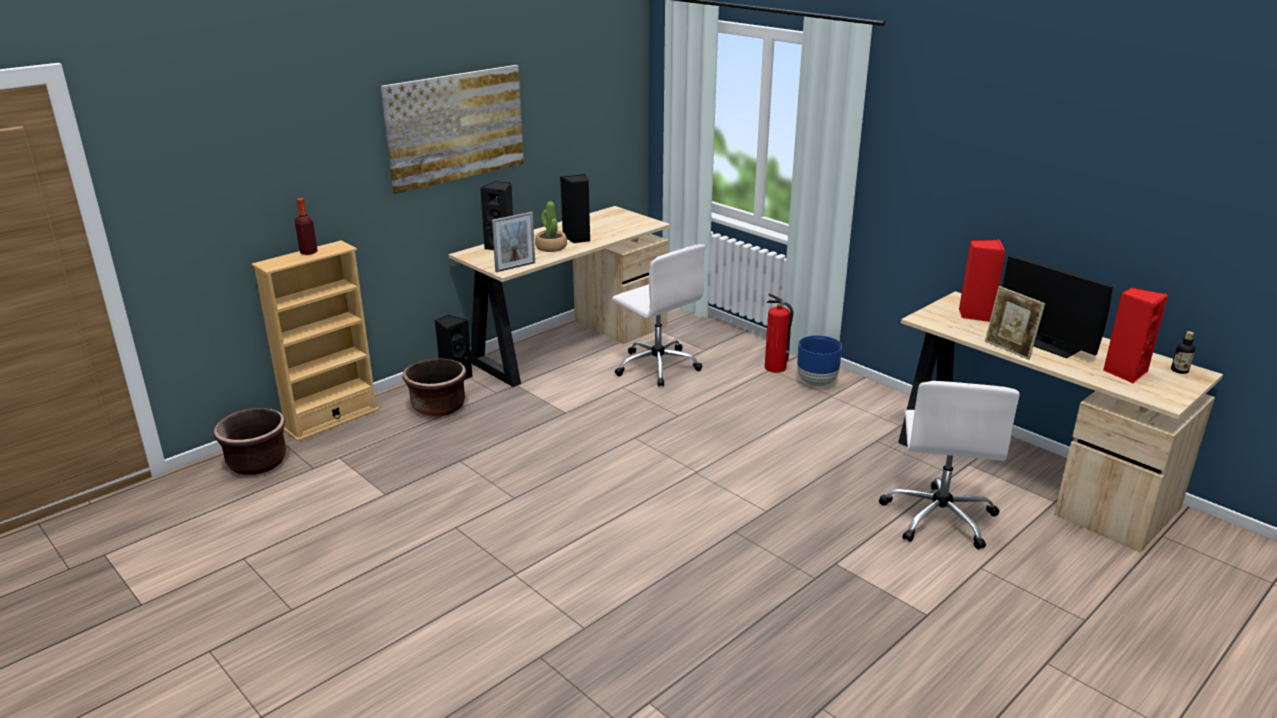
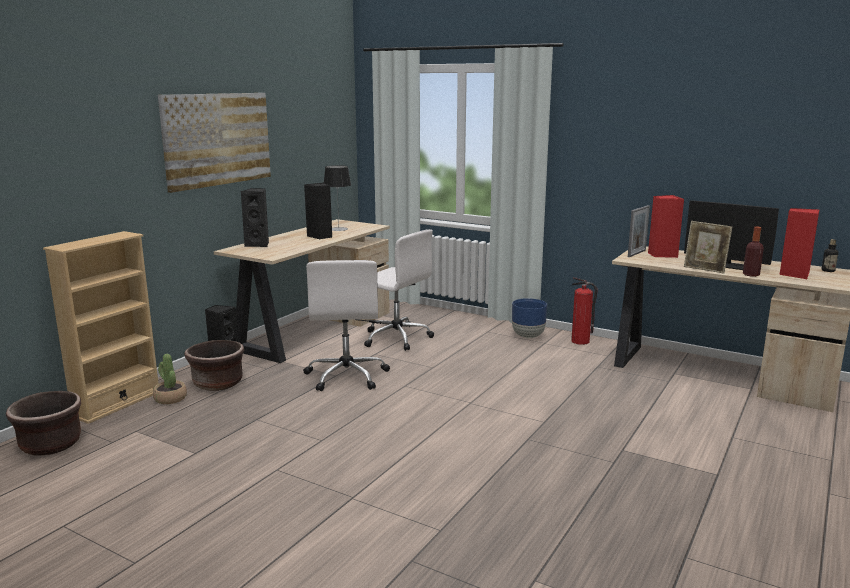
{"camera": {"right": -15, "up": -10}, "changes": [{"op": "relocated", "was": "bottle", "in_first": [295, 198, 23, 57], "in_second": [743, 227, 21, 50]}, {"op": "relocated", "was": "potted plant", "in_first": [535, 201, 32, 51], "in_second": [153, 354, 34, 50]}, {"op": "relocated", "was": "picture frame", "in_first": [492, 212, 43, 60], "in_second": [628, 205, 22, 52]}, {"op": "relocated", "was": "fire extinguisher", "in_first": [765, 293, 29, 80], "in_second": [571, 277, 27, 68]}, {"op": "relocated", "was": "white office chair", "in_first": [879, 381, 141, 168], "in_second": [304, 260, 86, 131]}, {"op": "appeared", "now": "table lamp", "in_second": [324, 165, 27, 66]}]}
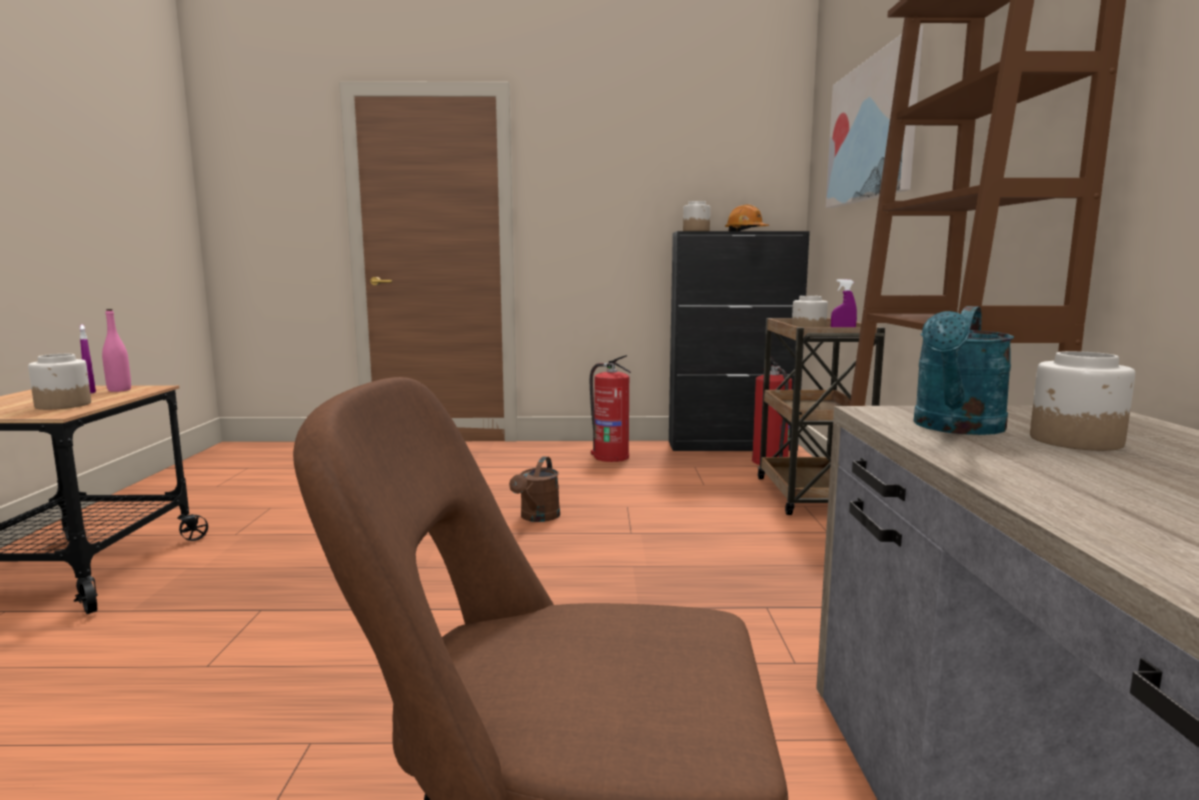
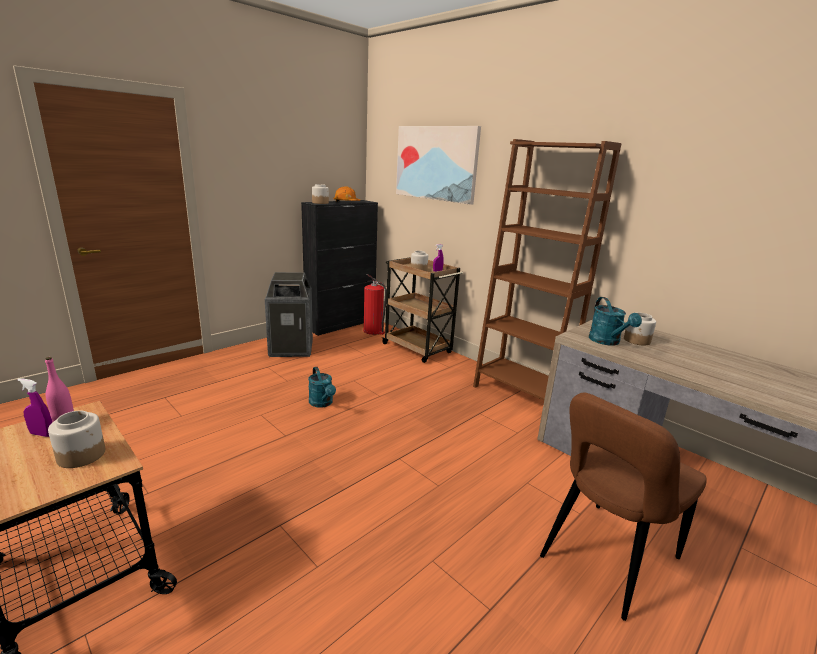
{"camera": {"right": -45, "up": 10}, "changes": [{"op": "exchanged", "was": "fire extinguisher", "now": "trash can", "in_first": [590, 355, 41, 107], "in_second": [265, 272, 48, 85]}, {"op": "colour", "was": "brown watering can", "now": "turquoise watering can", "in_first": [509, 456, 51, 66], "in_second": [308, 367, 28, 40]}]}
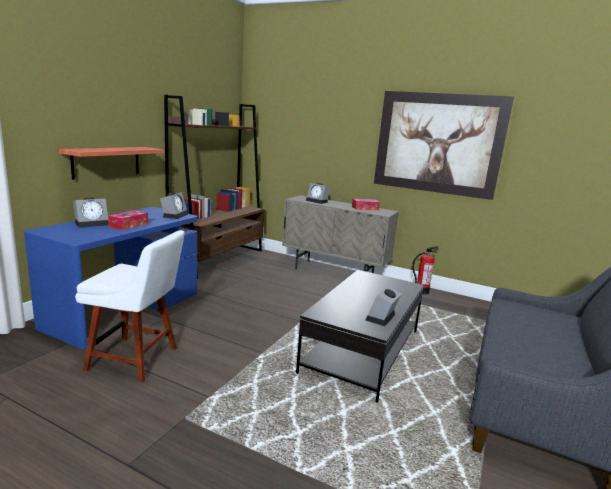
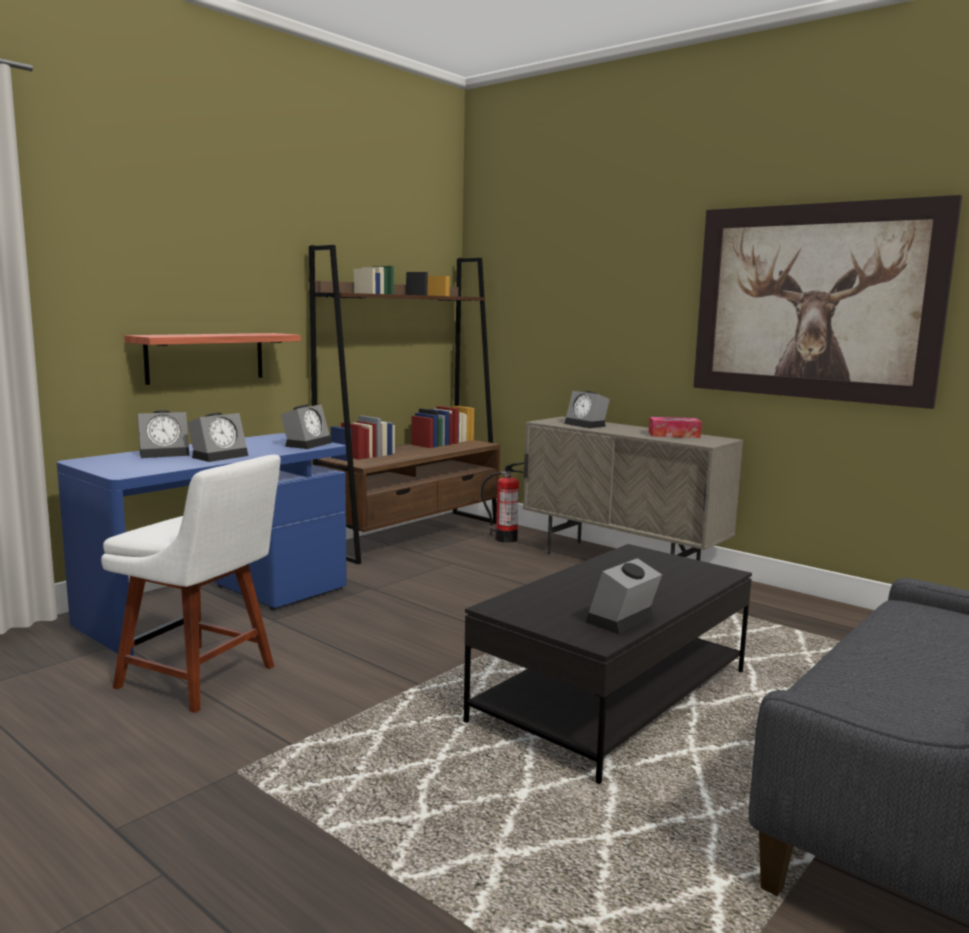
{"camera": {"right": 15, "up": -5}, "changes": [{"op": "exchanged", "was": "tissue box", "now": "alarm clock", "in_first": [108, 210, 40, 20], "in_second": [187, 412, 61, 50]}, {"op": "relocated", "was": "fire extinguisher", "in_first": [412, 246, 26, 48], "in_second": [480, 462, 44, 81]}]}
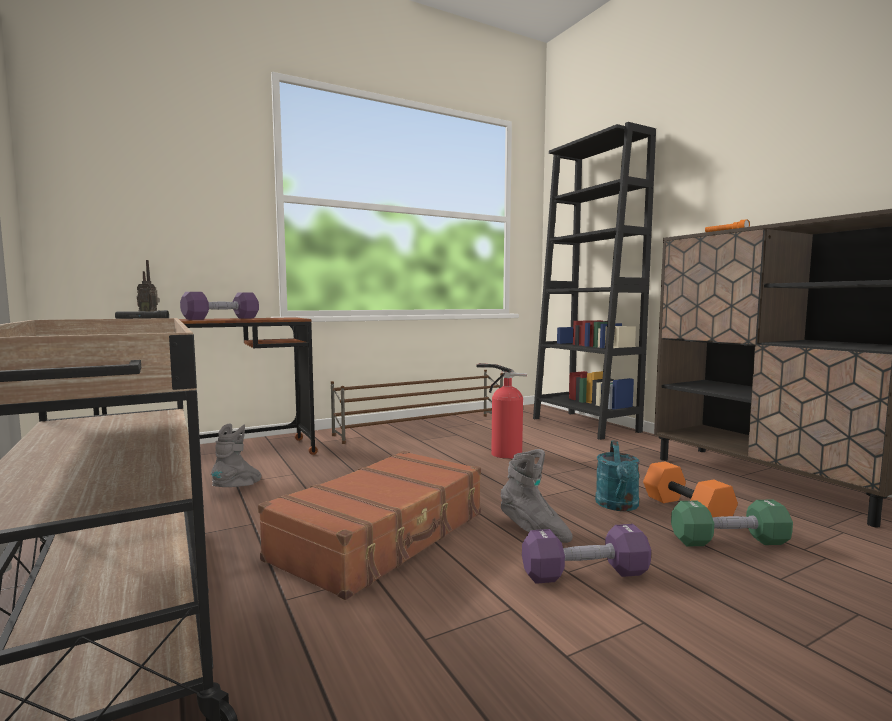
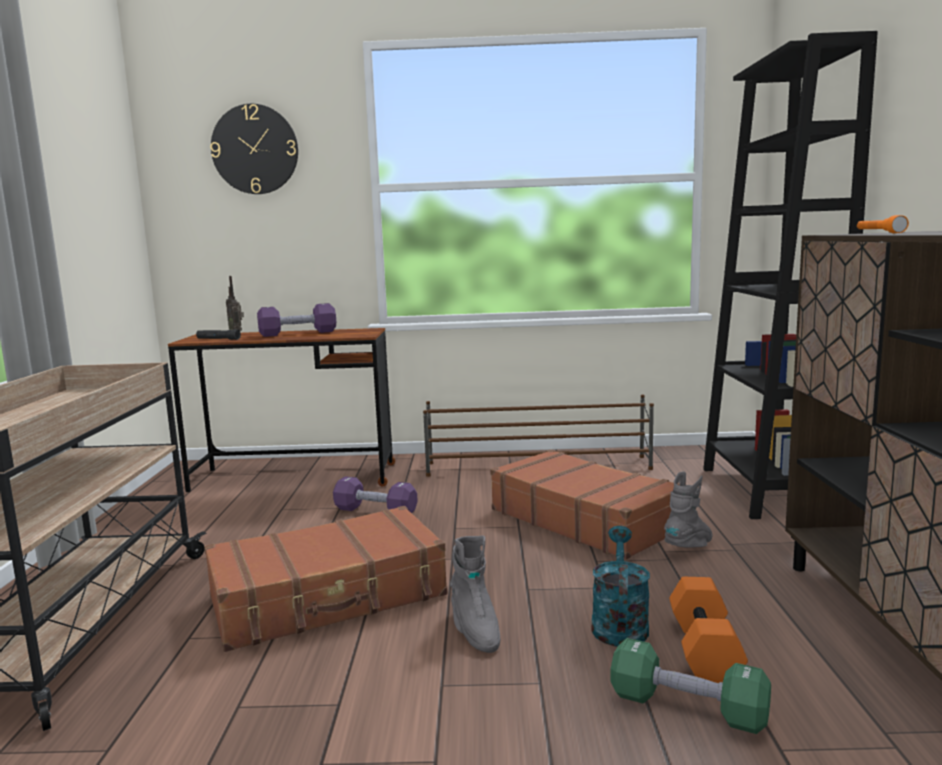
{"camera": {"right": 30, "up": 5}, "changes": [{"op": "exchanged", "was": "fire extinguisher", "now": "brown suitcase", "in_first": [477, 363, 50, 96], "in_second": [490, 450, 190, 110]}, {"op": "relocated", "was": "grey boot", "in_first": [211, 424, 50, 63], "in_second": [664, 471, 48, 77]}, {"op": "spun", "was": "turquoise watering can", "in_first": [595, 441, 45, 70], "in_second": [592, 526, 58, 121], "clockwise": 150}, {"op": "relocated", "was": "purple dumbbell", "in_first": [522, 524, 129, 60], "in_second": [333, 476, 85, 37]}, {"op": "appeared", "now": "wall clock", "in_second": [210, 104, 88, 90]}]}
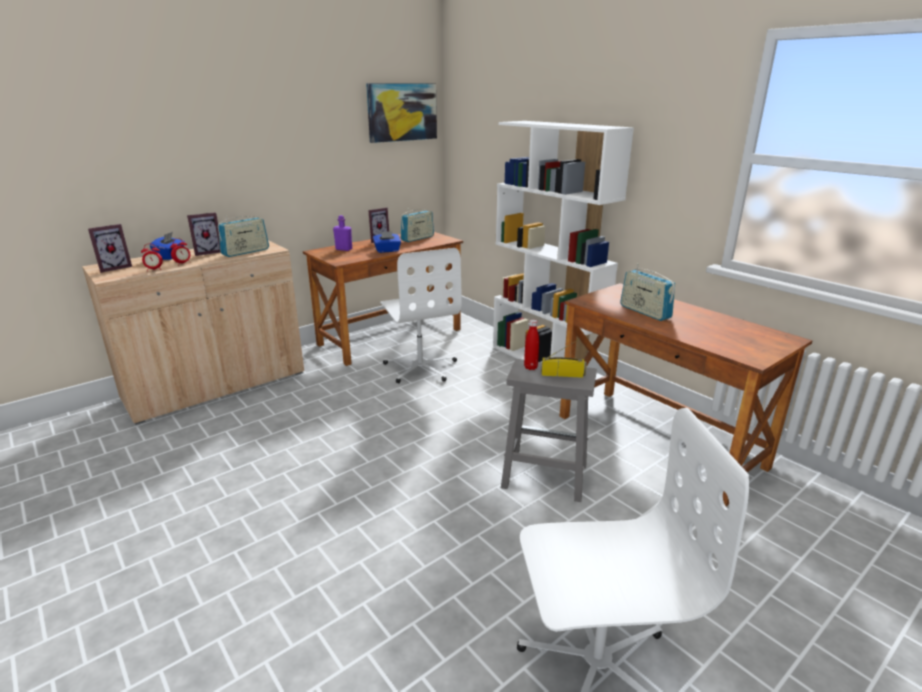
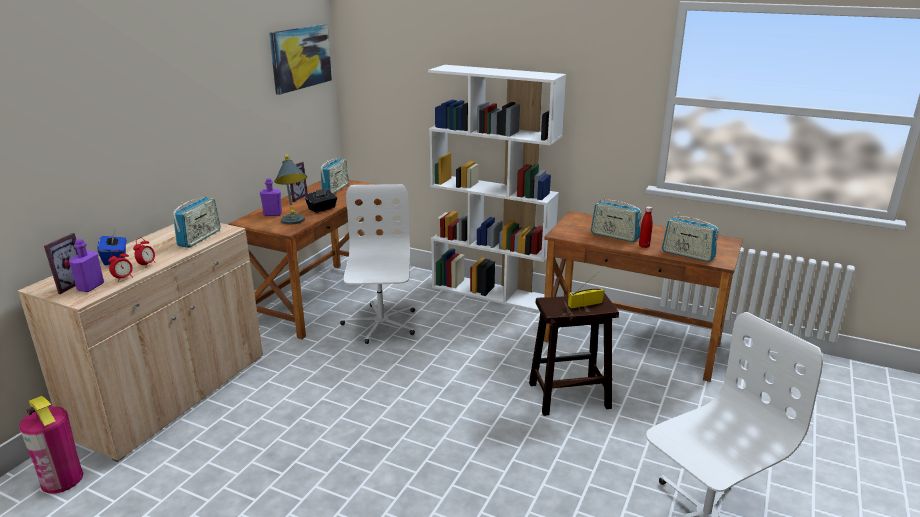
{"camera": {"right": -25, "up": 0}, "changes": [{"op": "missing", "was": "picture frame", "in_first": [187, 212, 34, 44]}, {"op": "colour", "was": "blue tissue box", "now": "black tissue box", "in_first": [373, 231, 28, 22], "in_second": [305, 188, 32, 25]}, {"op": "spun", "was": "white office chair", "in_first": [380, 248, 82, 136], "in_second": [340, 184, 75, 160], "clockwise": -135}, {"op": "relocated", "was": "red bottle", "in_first": [524, 319, 15, 51], "in_second": [639, 206, 14, 42]}, {"op": "colour", "was": "grey stool", "now": "brown stool", "in_first": [501, 359, 96, 143], "in_second": [529, 294, 90, 122]}, {"op": "appeared", "now": "grey table lamp", "in_second": [274, 154, 33, 70]}, {"op": "appeared", "now": "radio", "in_second": [662, 212, 57, 50]}, {"op": "appeared", "now": "purple bottle", "in_second": [69, 239, 35, 53]}, {"op": "appeared", "now": "fire extinguisher", "in_second": [19, 396, 64, 98]}]}
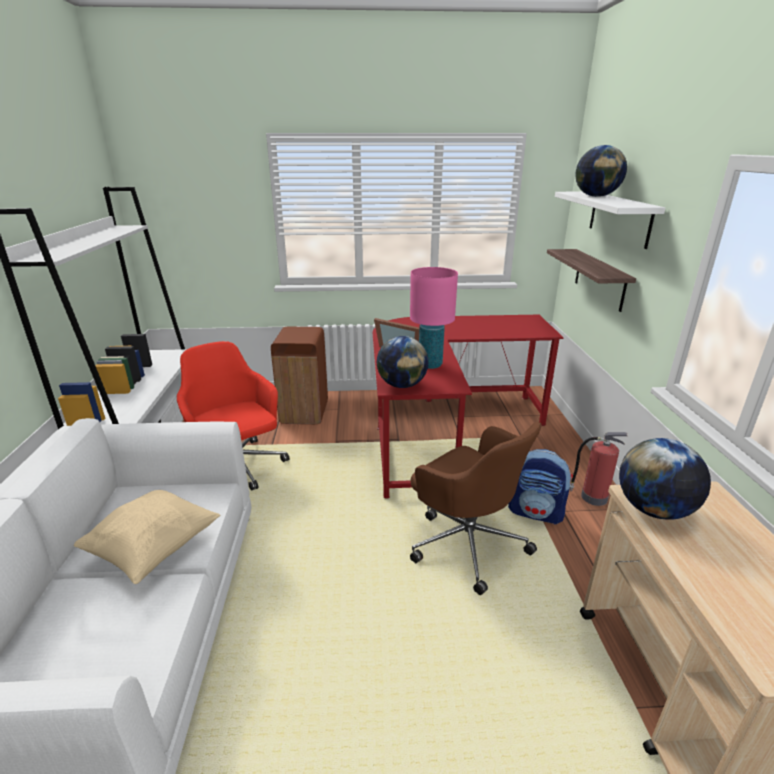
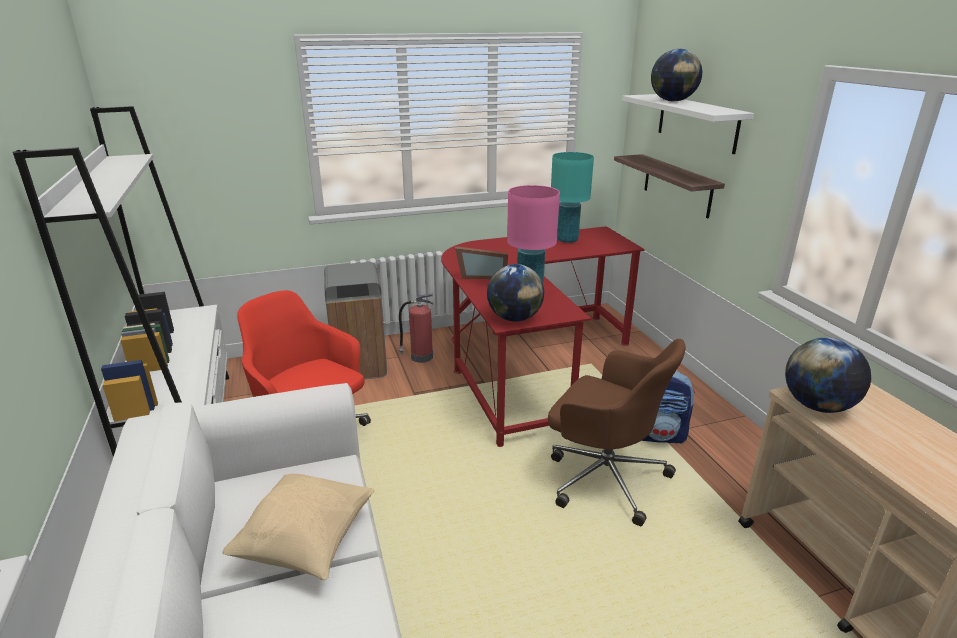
{"camera": {"right": -15, "up": 0}, "changes": [{"op": "colour", "was": "brown trash can", "now": "grey trash can", "in_first": [271, 327, 57, 97], "in_second": [324, 262, 63, 117]}, {"op": "relocated", "was": "fire extinguisher", "in_first": [570, 432, 57, 74], "in_second": [399, 293, 35, 70]}, {"op": "appeared", "now": "turquoise table lamp", "in_second": [551, 152, 43, 91]}]}
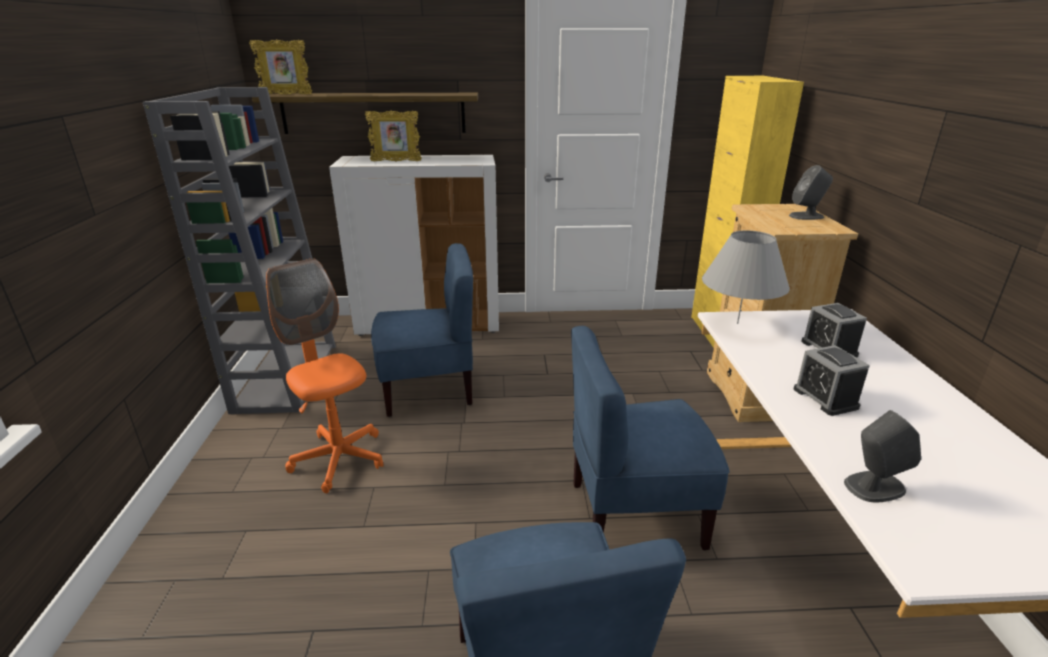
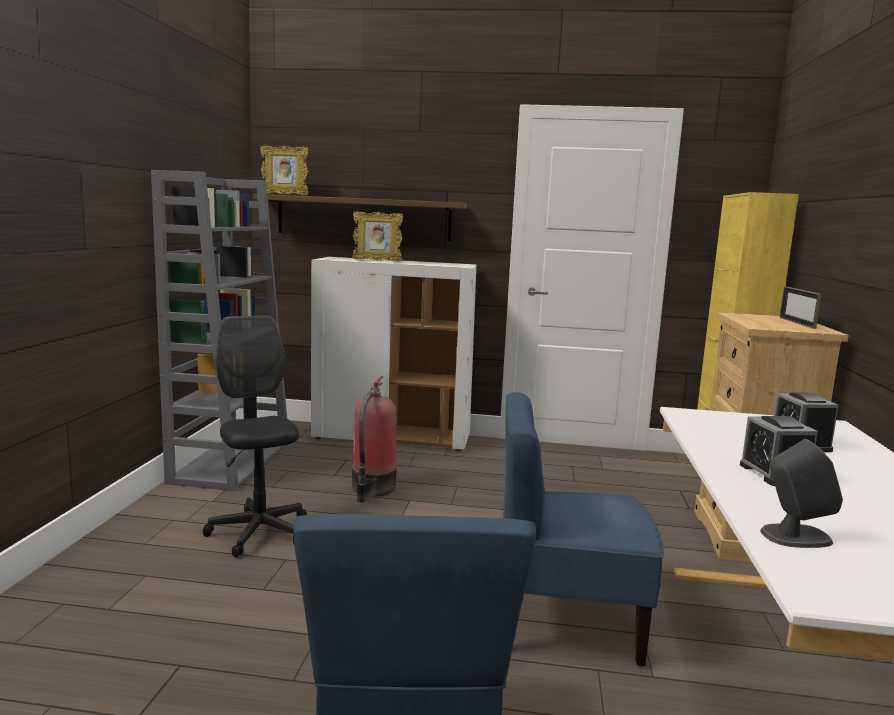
{"camera": {"right": 10, "up": -15}, "changes": [{"op": "exchanged", "was": "grey speaker", "now": "picture frame", "in_first": [789, 165, 44, 55], "in_second": [780, 286, 41, 43]}, {"op": "missing", "was": "grey table lamp", "in_first": [702, 230, 88, 94]}, {"op": "exchanged", "was": "blue chair", "now": "fire extinguisher", "in_first": [371, 243, 102, 174], "in_second": [352, 376, 45, 127]}, {"op": "colour", "was": "orange office chair", "now": "black office chair", "in_first": [266, 258, 118, 235], "in_second": [203, 315, 104, 243]}]}
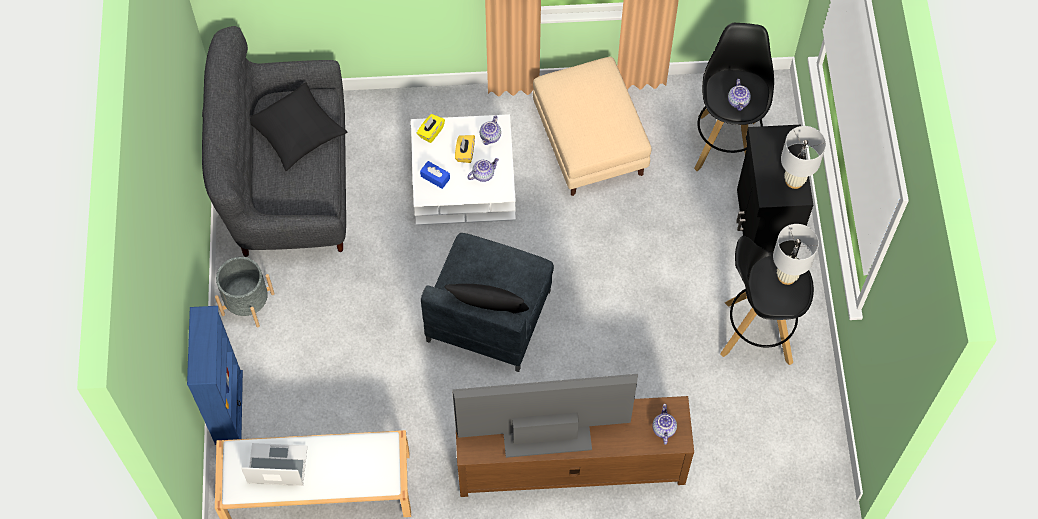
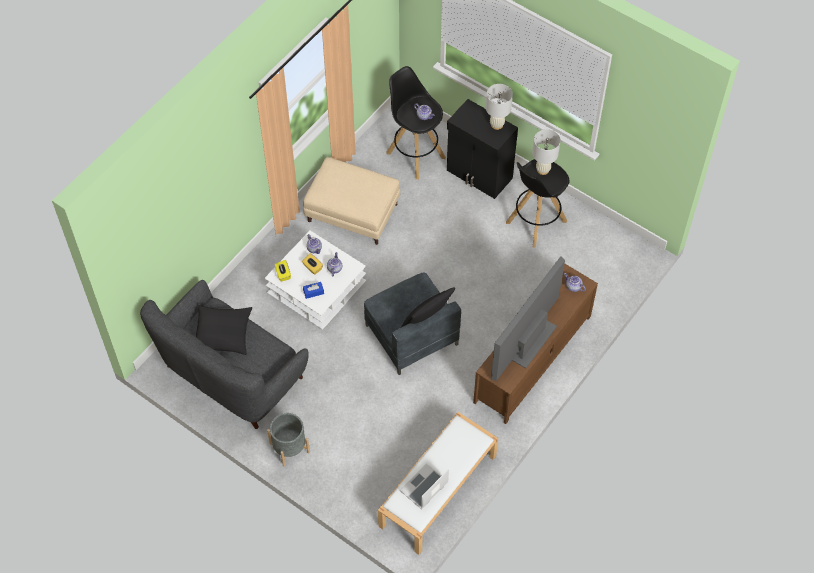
{"camera": {"right": -50, "up": -5}, "changes": [{"op": "missing", "was": "blue bookcase", "in_first": [187, 306, 56, 139]}]}
